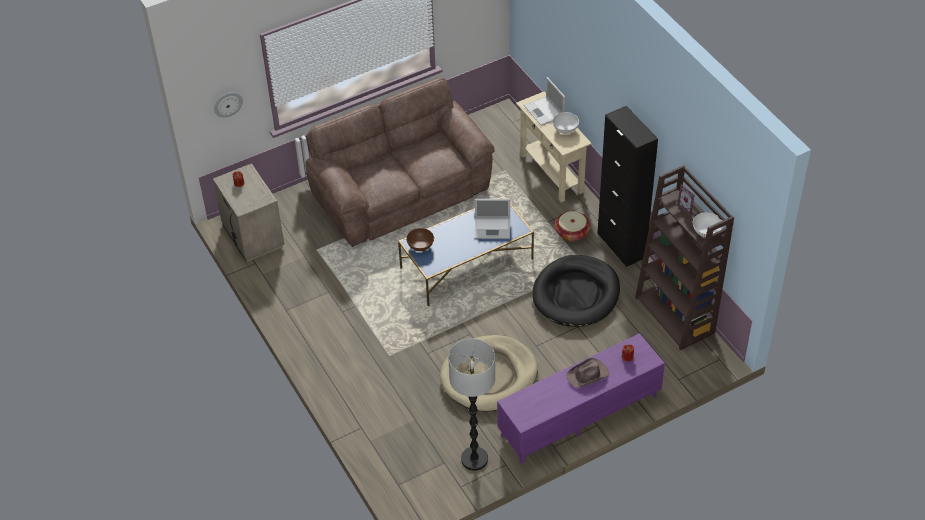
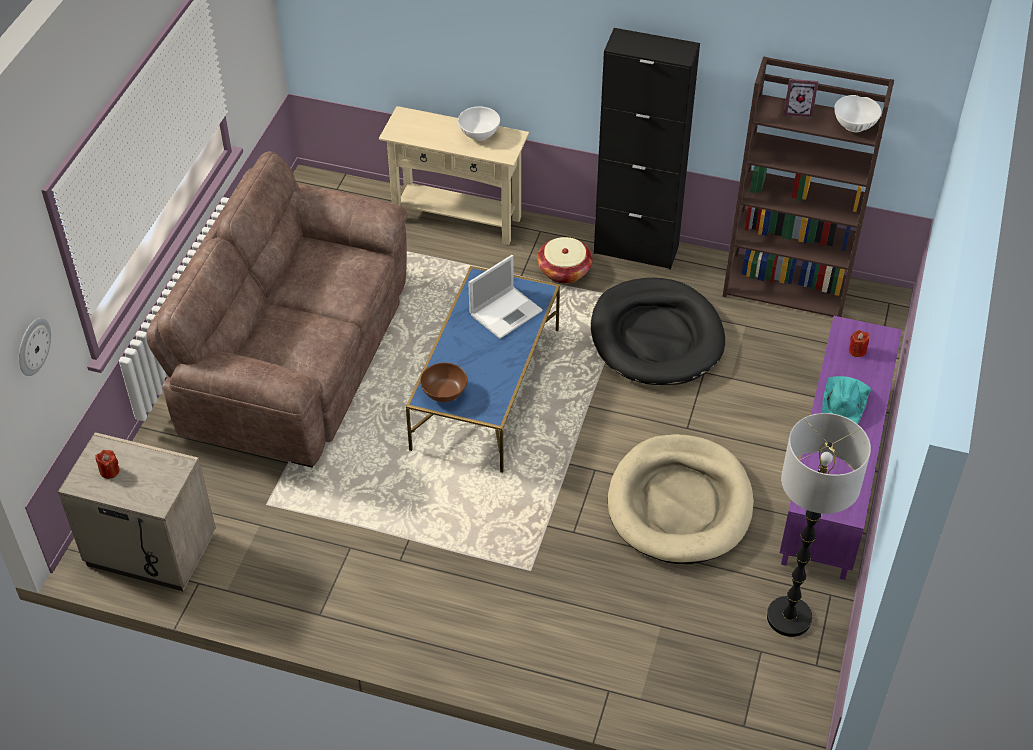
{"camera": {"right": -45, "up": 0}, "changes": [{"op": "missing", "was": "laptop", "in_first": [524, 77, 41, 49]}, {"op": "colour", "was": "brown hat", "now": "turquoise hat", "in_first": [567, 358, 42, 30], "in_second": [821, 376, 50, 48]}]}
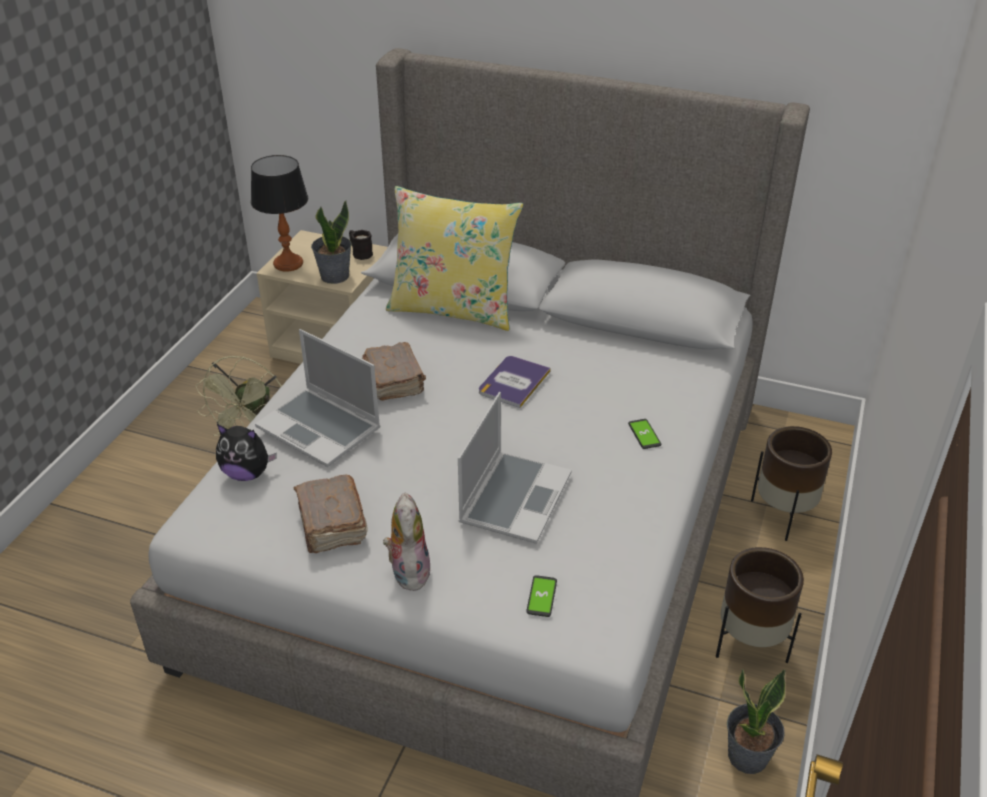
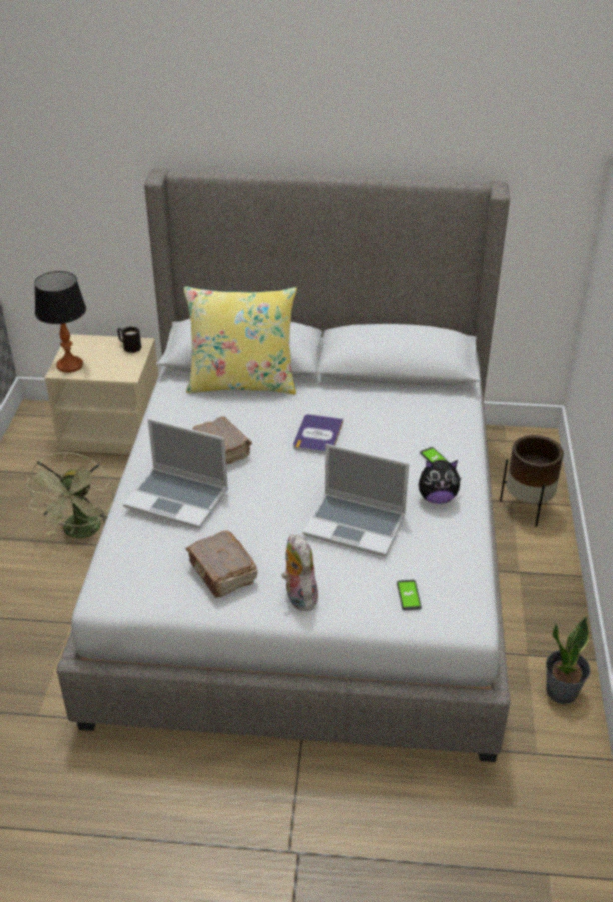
{"camera": {"right": -15, "up": 0}, "changes": [{"op": "missing", "was": "potted plant", "in_first": [311, 201, 41, 83]}, {"op": "spun", "was": "laptop", "in_first": [458, 392, 114, 152], "in_second": [303, 444, 106, 113], "clockwise": 105}, {"op": "relocated", "was": "plush toy", "in_first": [216, 424, 61, 57], "in_second": [419, 460, 43, 44]}, {"op": "missing", "was": "brown planter", "in_first": [716, 547, 88, 116]}]}
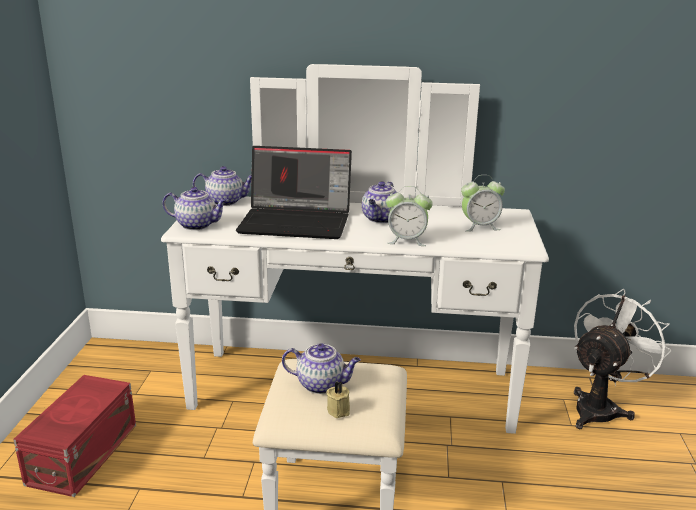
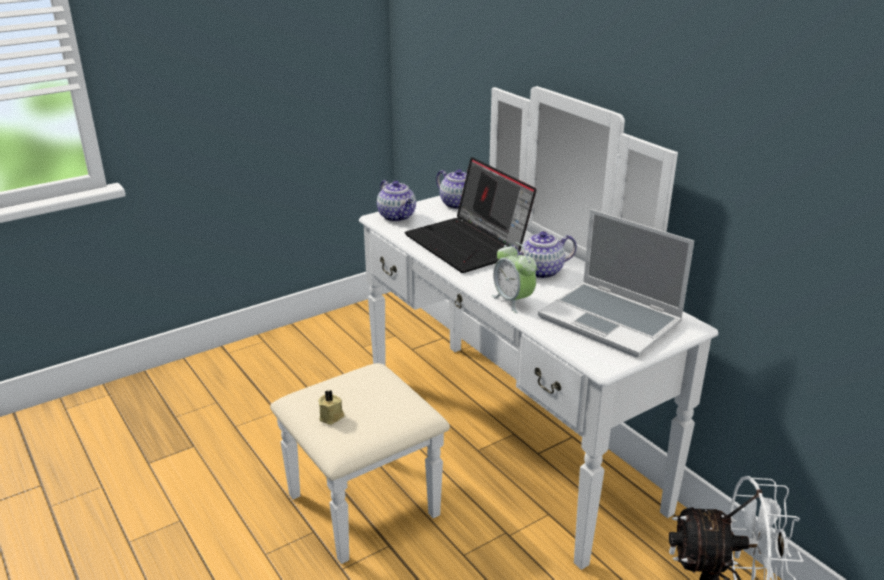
{"camera": {"right": 50, "up": 5}, "changes": [{"op": "exchanged", "was": "alarm clock", "now": "laptop", "in_first": [461, 175, 44, 57], "in_second": [538, 209, 156, 148]}, {"op": "missing", "was": "teapot", "in_first": [282, 343, 79, 51]}, {"op": "missing", "was": "red storage box", "in_first": [13, 375, 123, 122]}]}
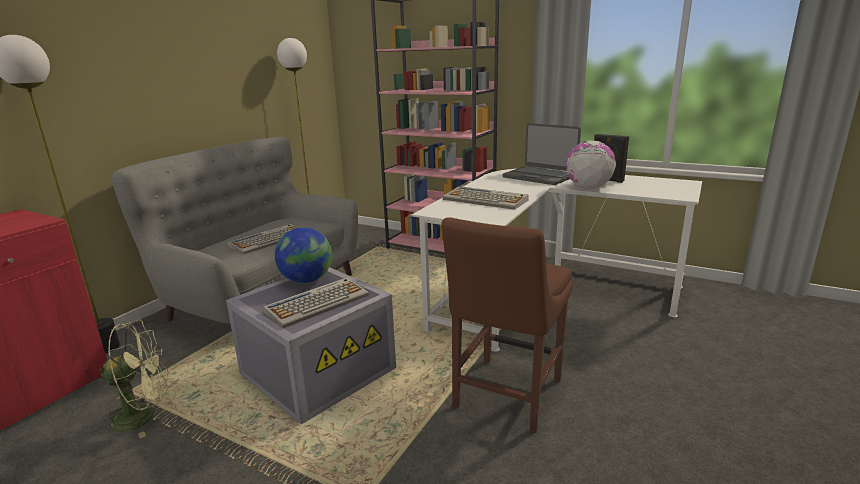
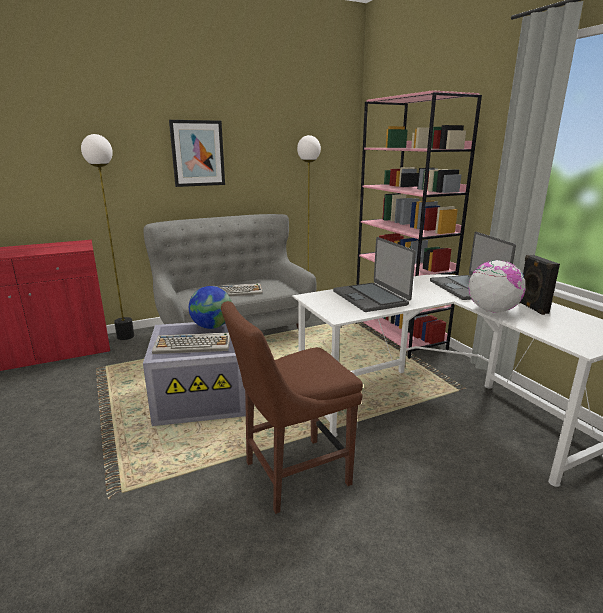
{"camera": {"right": 35, "up": 0}, "changes": [{"op": "exchanged", "was": "keyboard", "now": "laptop", "in_first": [443, 186, 86, 24], "in_second": [333, 237, 83, 75]}, {"op": "missing", "was": "green fan", "in_first": [100, 320, 69, 118]}, {"op": "appeared", "now": "picture", "in_second": [169, 120, 56, 67]}]}
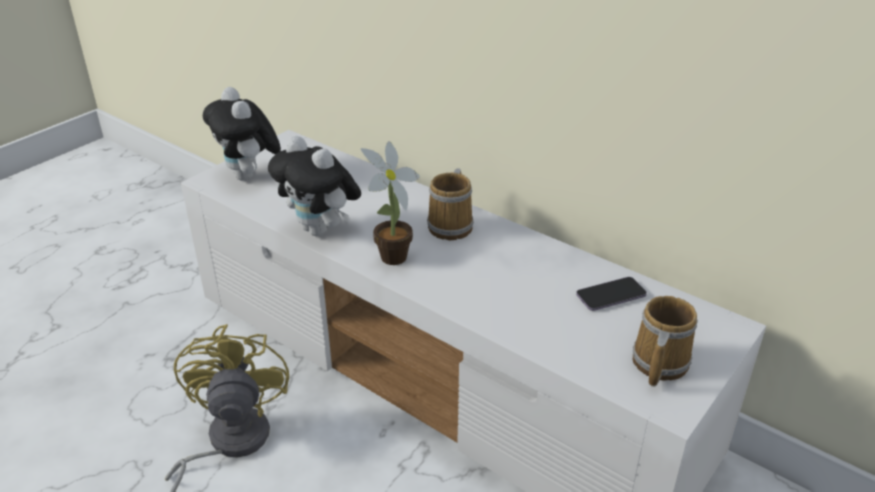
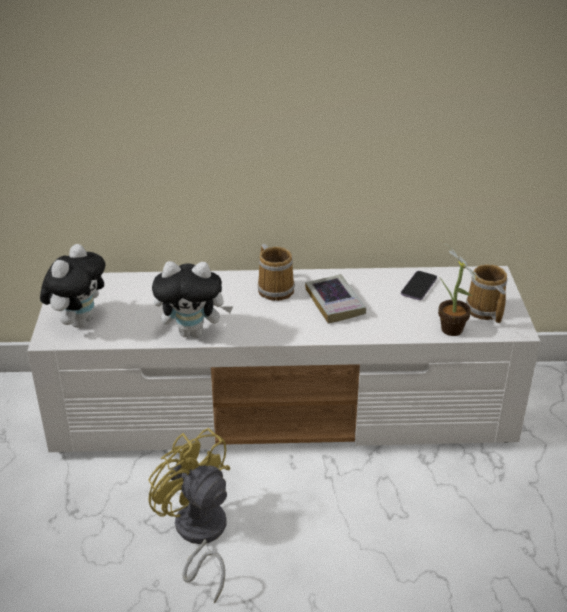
{"camera": {"right": -40, "up": 0}, "changes": [{"op": "spun", "was": "plush toy", "in_first": [203, 87, 78, 94], "in_second": [40, 244, 66, 84], "clockwise": -90}, {"op": "relocated", "was": "potted plant", "in_first": [361, 141, 59, 124], "in_second": [438, 241, 44, 95]}, {"op": "appeared", "now": "book", "in_second": [305, 274, 61, 50]}]}
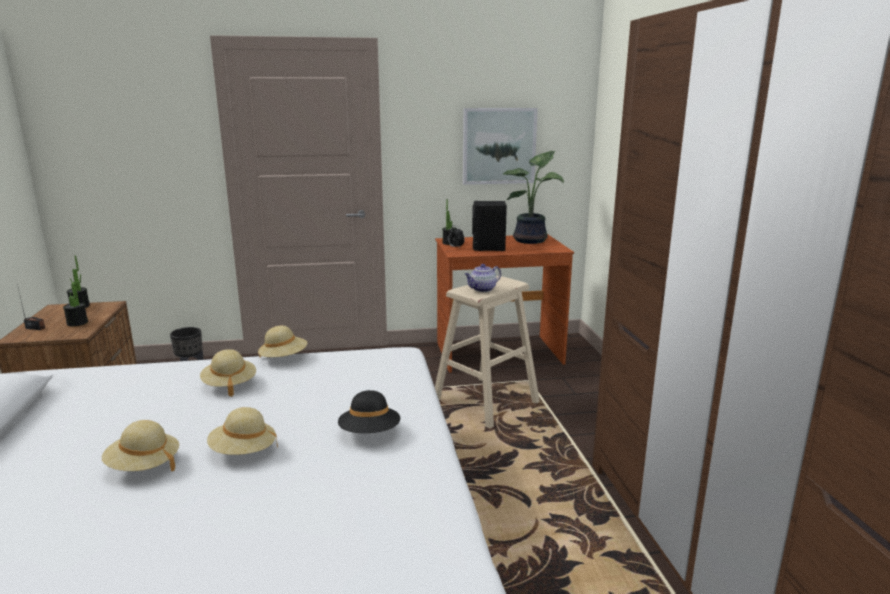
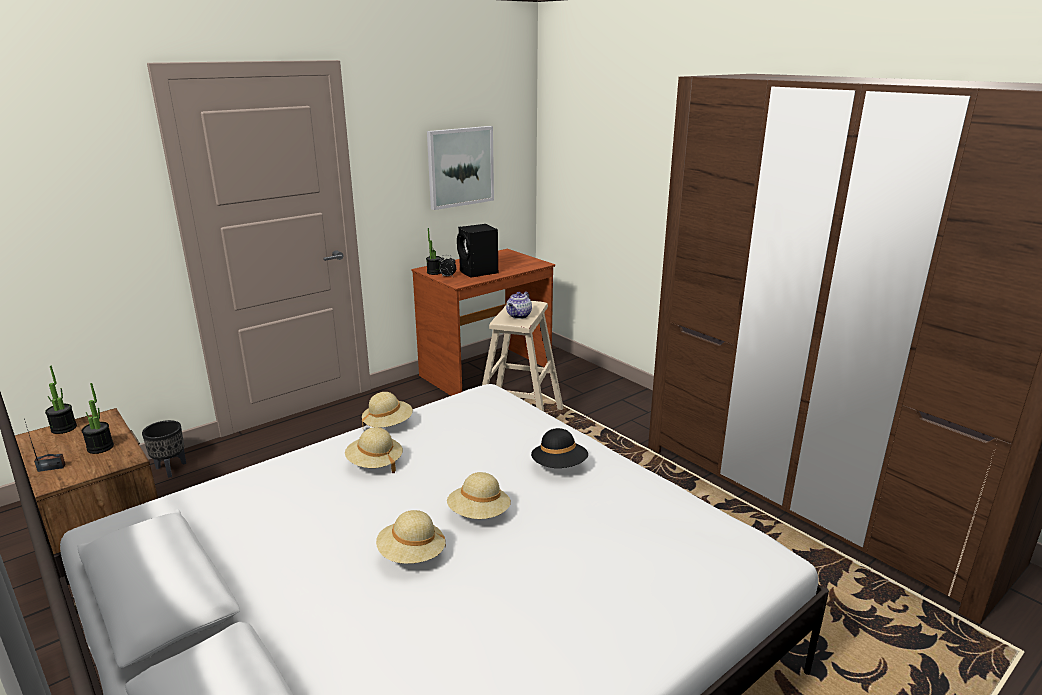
{"camera": {"right": -30, "up": 5}, "changes": [{"op": "missing", "was": "potted plant", "in_first": [503, 151, 61, 93]}]}
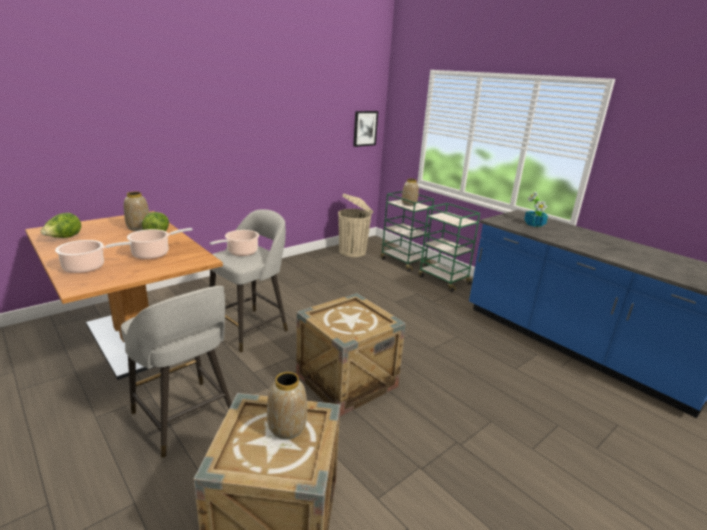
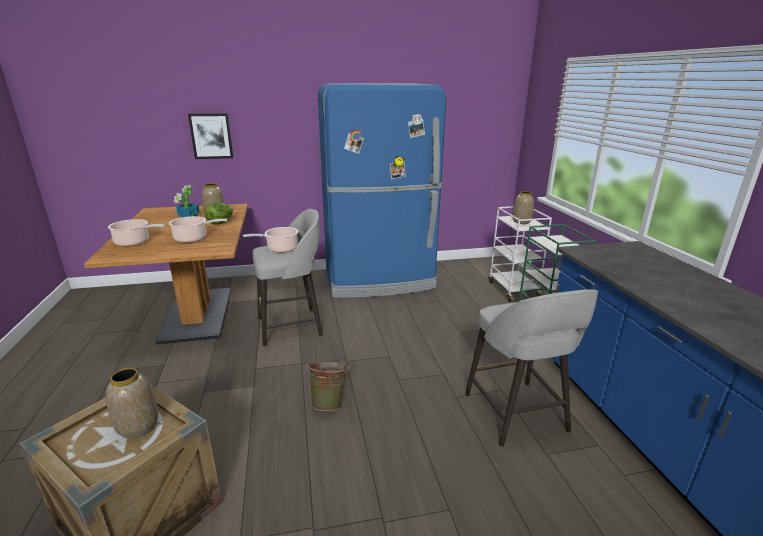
{"camera": {"right": 30, "up": 0}, "changes": [{"op": "relocated", "was": "picture", "in_first": [353, 111, 25, 36], "in_second": [188, 113, 46, 46]}, {"op": "colour", "was": "green cart", "now": "white cart", "in_first": [381, 191, 53, 81], "in_second": [488, 206, 64, 95]}, {"op": "relocated", "was": "potted plant", "in_first": [524, 192, 24, 35], "in_second": [174, 185, 26, 33]}, {"op": "missing", "was": "beige trash can", "in_first": [338, 193, 35, 64]}, {"op": "missing", "was": "lettuce", "in_first": [40, 213, 41, 25]}, {"op": "relocated", "was": "grey stool", "in_first": [121, 286, 111, 172], "in_second": [465, 289, 133, 158]}, {"op": "exchanged", "was": "crate", "now": "green bucket", "in_first": [296, 293, 110, 123], "in_second": [306, 362, 44, 49]}, {"op": "appeared", "now": "blue fridge", "in_second": [318, 83, 128, 215]}]}
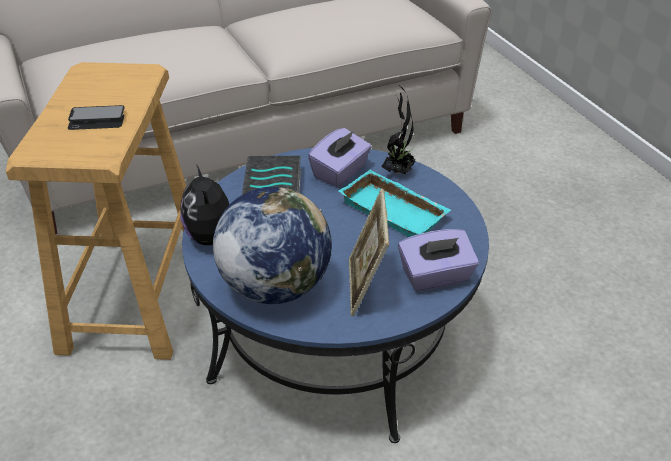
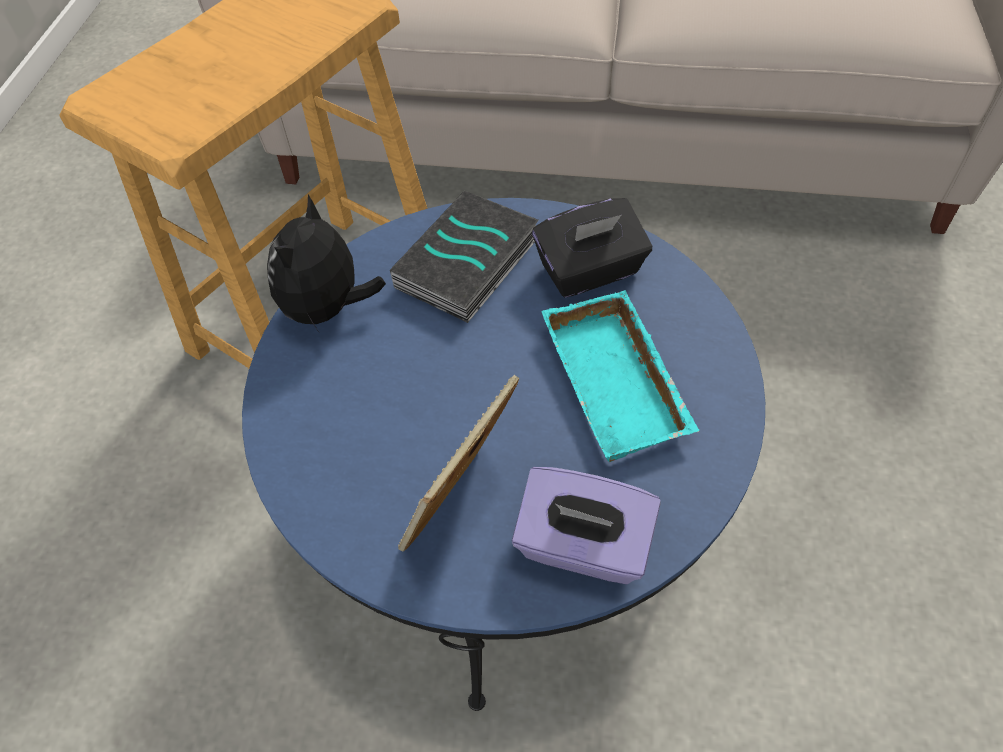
{"camera": {"right": 35, "up": 15}, "changes": [{"op": "missing", "was": "potted plant", "in_first": [381, 86, 34, 89]}, {"op": "missing", "was": "phone", "in_first": [68, 105, 56, 25]}, {"op": "colour", "was": "purple tissue box", "now": "black tissue box", "in_first": [308, 128, 63, 59], "in_second": [532, 198, 120, 100]}, {"op": "missing", "was": "globe", "in_first": [213, 187, 119, 117]}]}
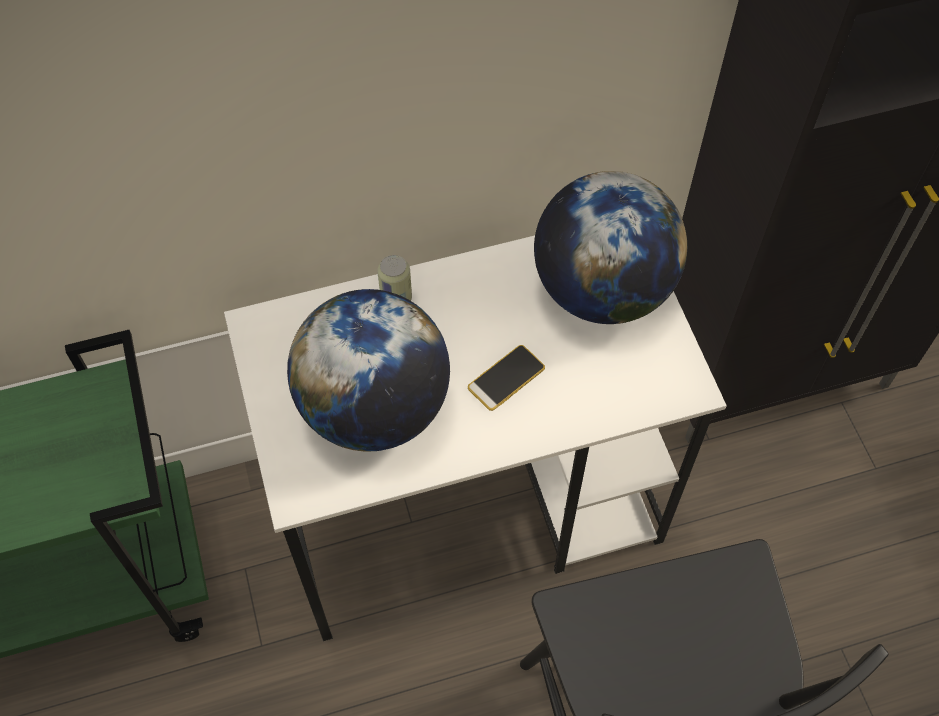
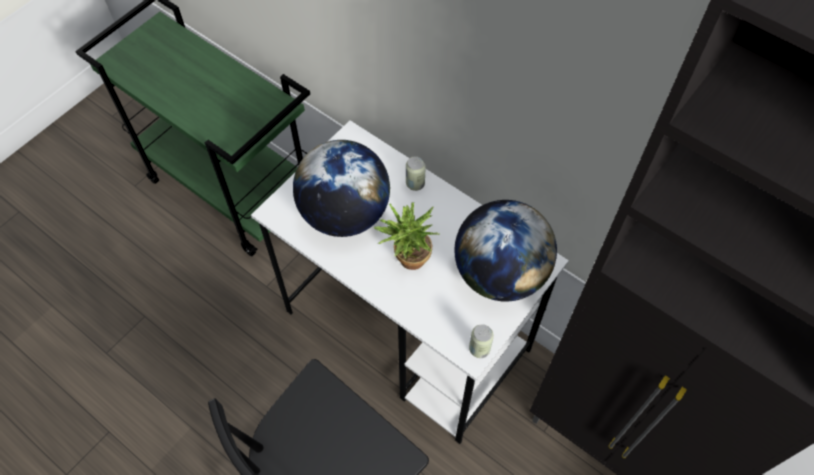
{"camera": {"right": 55, "up": 0}, "changes": [{"op": "exchanged", "was": "phone", "now": "potted plant", "in_first": [468, 345, 77, 66], "in_second": [374, 202, 65, 68]}, {"op": "appeared", "now": "can", "in_second": [469, 324, 25, 34]}]}
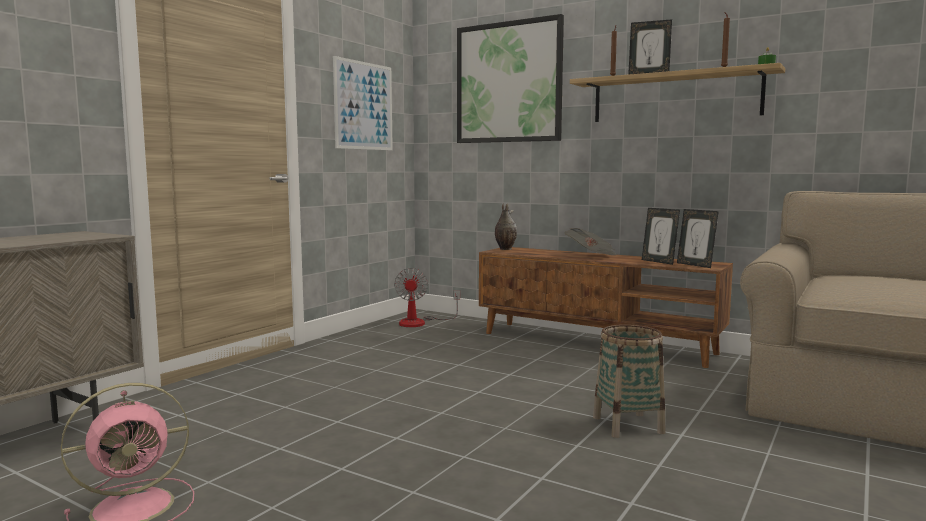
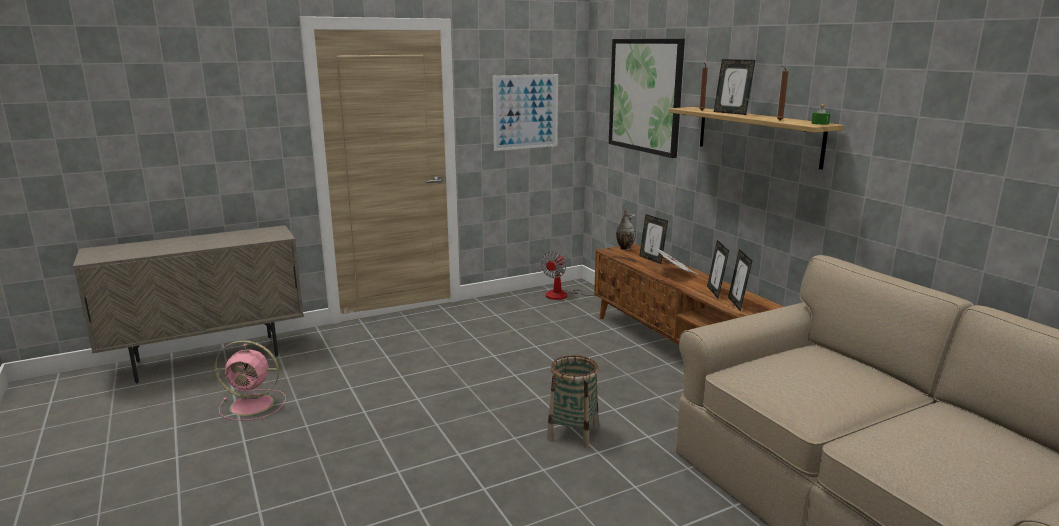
{"camera": {"right": 30, "up": 10}, "changes": [{"op": "appeared", "now": "picture frame", "in_second": [639, 214, 29, 50]}]}
